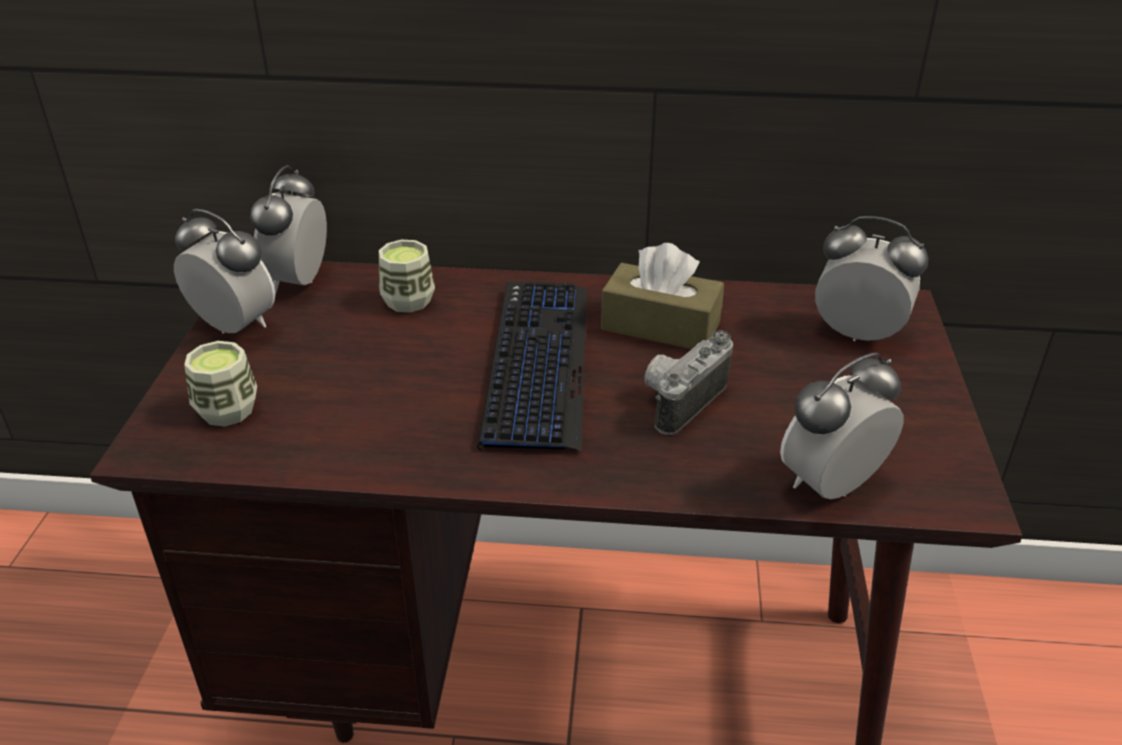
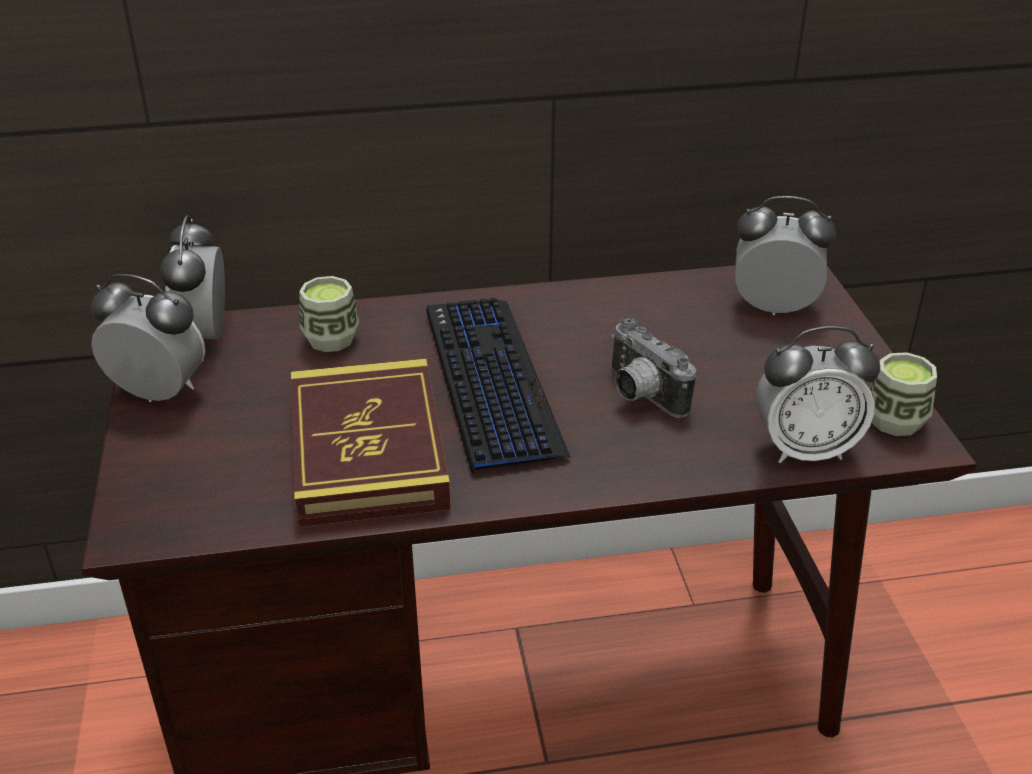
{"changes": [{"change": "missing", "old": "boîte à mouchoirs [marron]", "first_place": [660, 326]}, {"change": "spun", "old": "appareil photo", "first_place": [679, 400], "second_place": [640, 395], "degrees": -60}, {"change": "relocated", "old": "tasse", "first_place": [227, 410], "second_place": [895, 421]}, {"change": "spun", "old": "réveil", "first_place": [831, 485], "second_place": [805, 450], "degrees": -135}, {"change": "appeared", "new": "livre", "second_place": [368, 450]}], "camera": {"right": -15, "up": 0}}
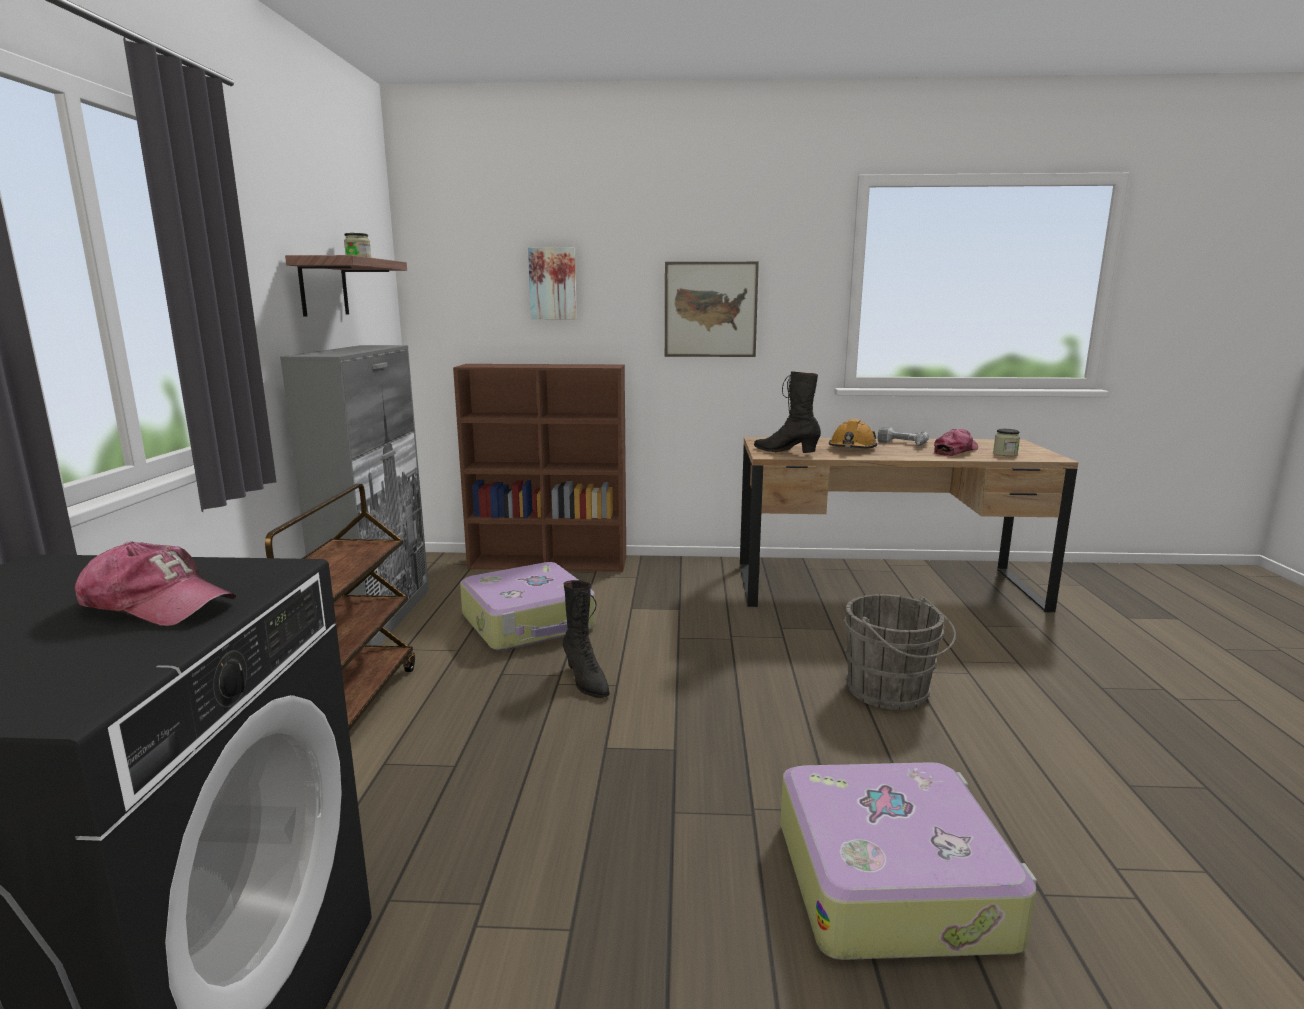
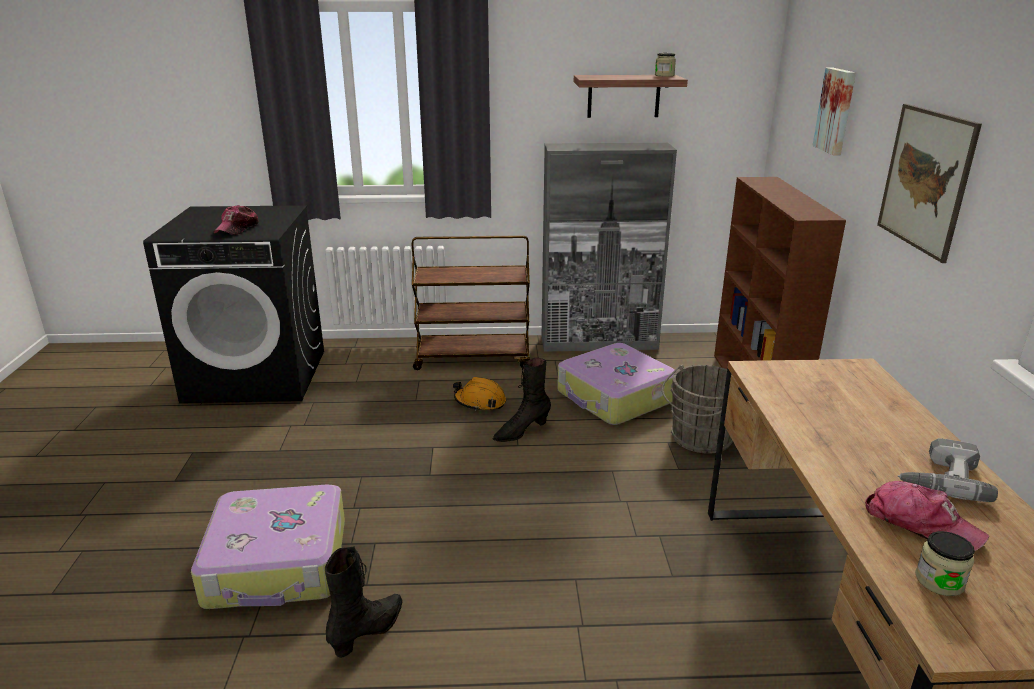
{"changes": [{"change": "relocated", "old": "botte [noir]", "first_place": [786, 452], "second_place": [369, 632]}, {"change": "relocated", "old": "casque de chantier [orange]", "first_place": [852, 448], "second_place": [480, 402]}, {"change": "relocated", "old": "seau [gris]", "first_place": [891, 692], "second_place": [699, 439]}], "camera": {"right": 85, "up": 10}}
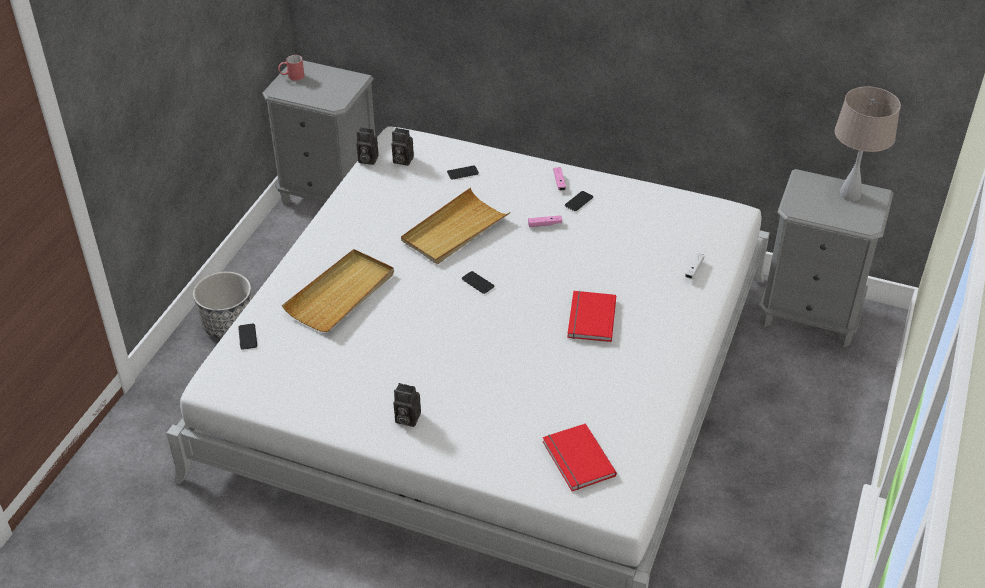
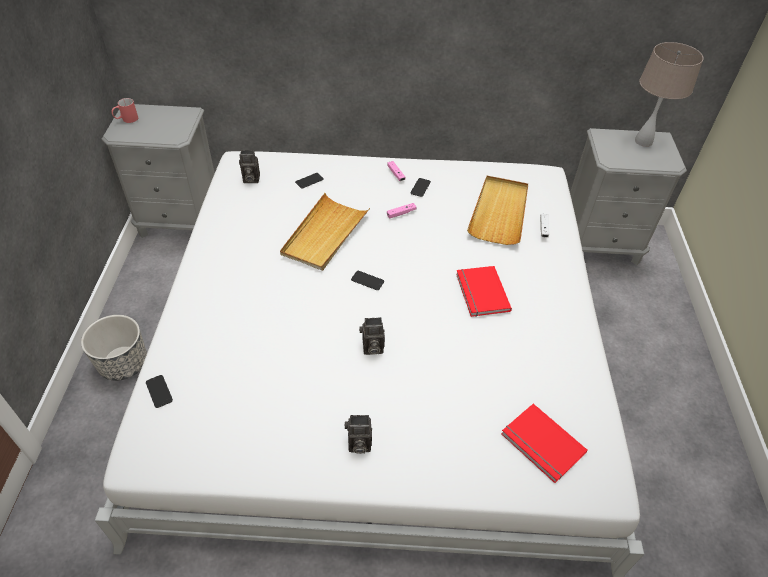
{"changes": [{"change": "relocated", "old": "appareil photo", "first_place": [366, 159], "second_place": [371, 348]}, {"change": "relocated", "old": "plateau [beige]", "first_place": [341, 294], "second_place": [499, 212]}], "camera": {"right": -20, "up": 5}}
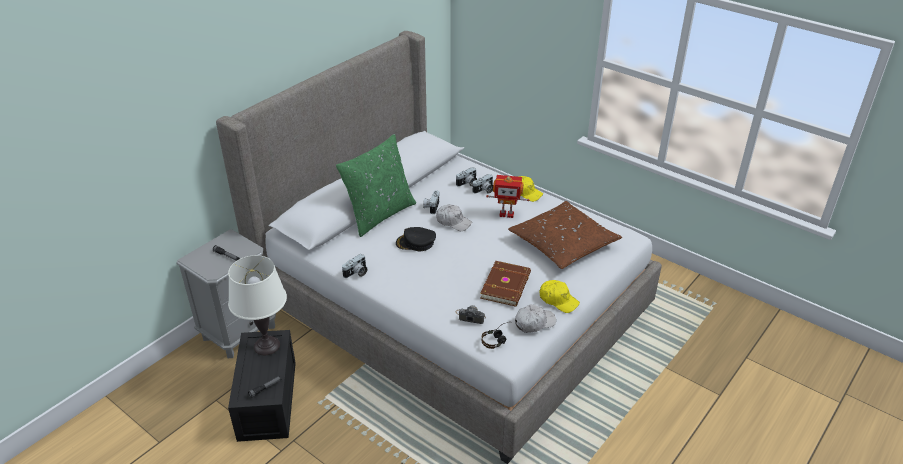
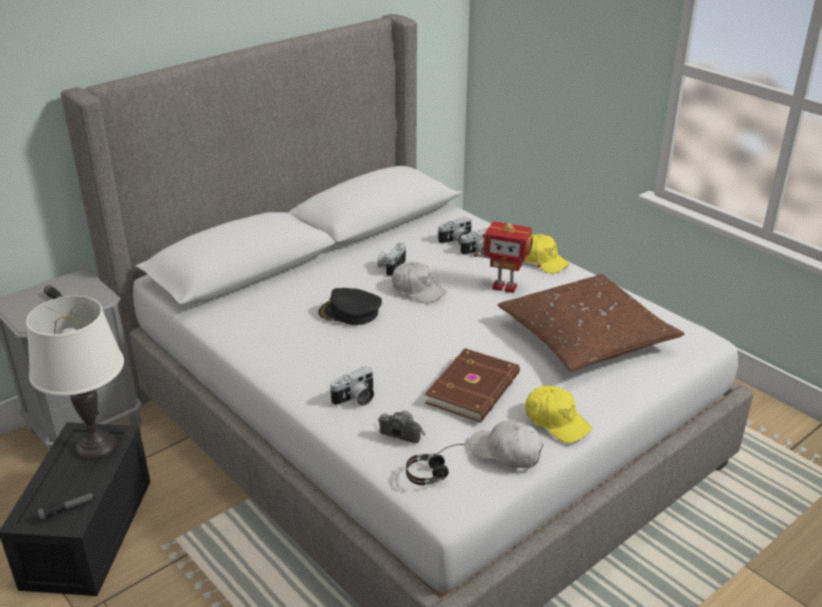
{"changes": [{"change": "missing", "old": "coussin [vert]", "first_place": [379, 214]}, {"change": "relocated", "old": "appareil photo", "first_place": [356, 273], "second_place": [355, 399]}, {"change": "spun", "old": "casquette [blanc]", "first_place": [534, 322], "second_place": [506, 452], "degrees": -135}], "camera": {"right": 10, "up": -5}}
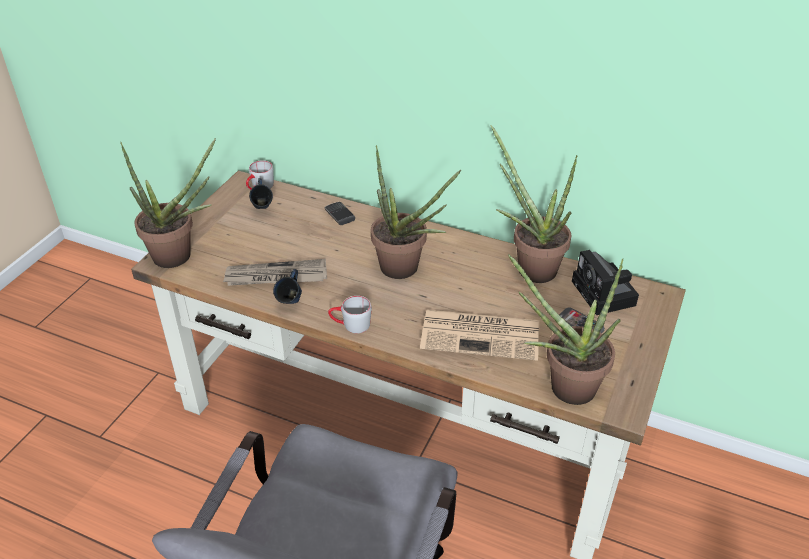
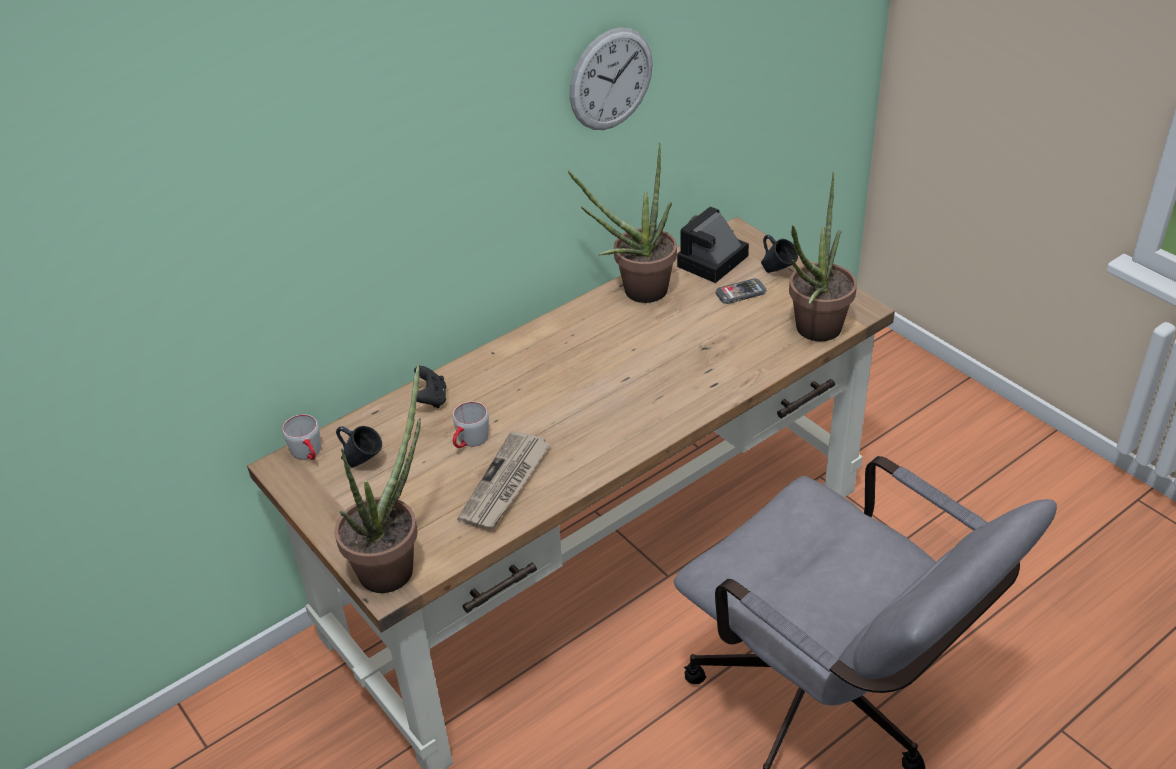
{"changes": [{"change": "missing", "old": "plante en pot", "first_place": [406, 270]}, {"change": "exchanged", "old": "téléphone", "new": "manette [noir]", "first_place": [339, 215], "second_place": [431, 399]}, {"change": "spun", "old": "appareil photo", "first_place": [605, 295], "second_place": [711, 263], "degrees": 120}, {"change": "relocated", "old": "mug [bleu]", "first_place": [291, 305], "second_place": [777, 272]}, {"change": "relocated", "old": "mug [gris]", "first_place": [350, 325], "second_place": [469, 441]}, {"change": "missing", "old": "journal", "first_place": [482, 334]}, {"change": "appeared", "new": "horloge murale", "second_place": [611, 79]}], "camera": {"right": -60, "up": 0}}
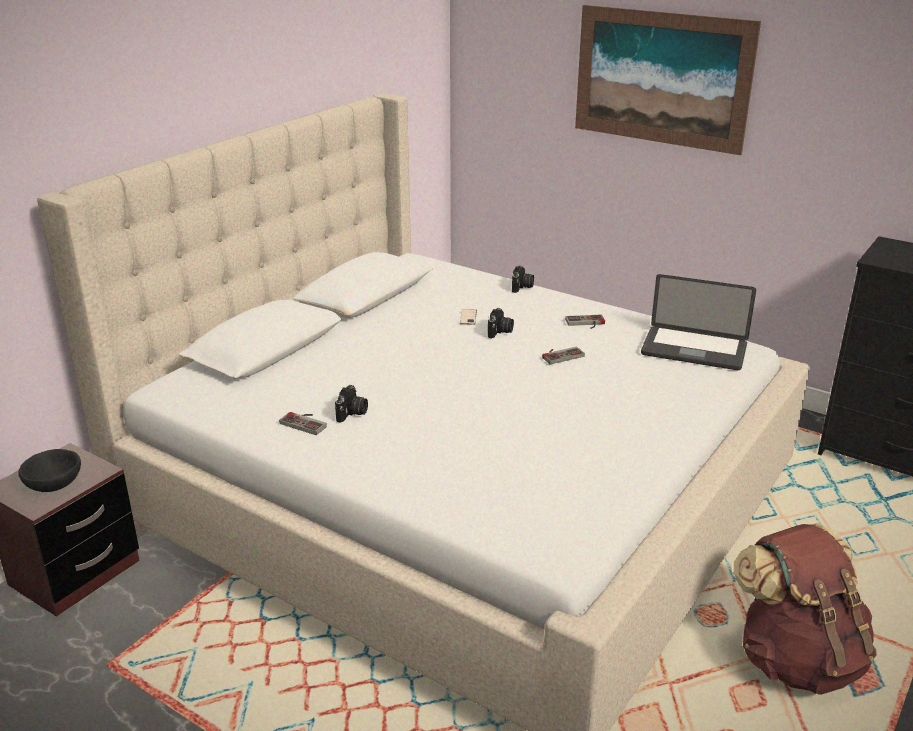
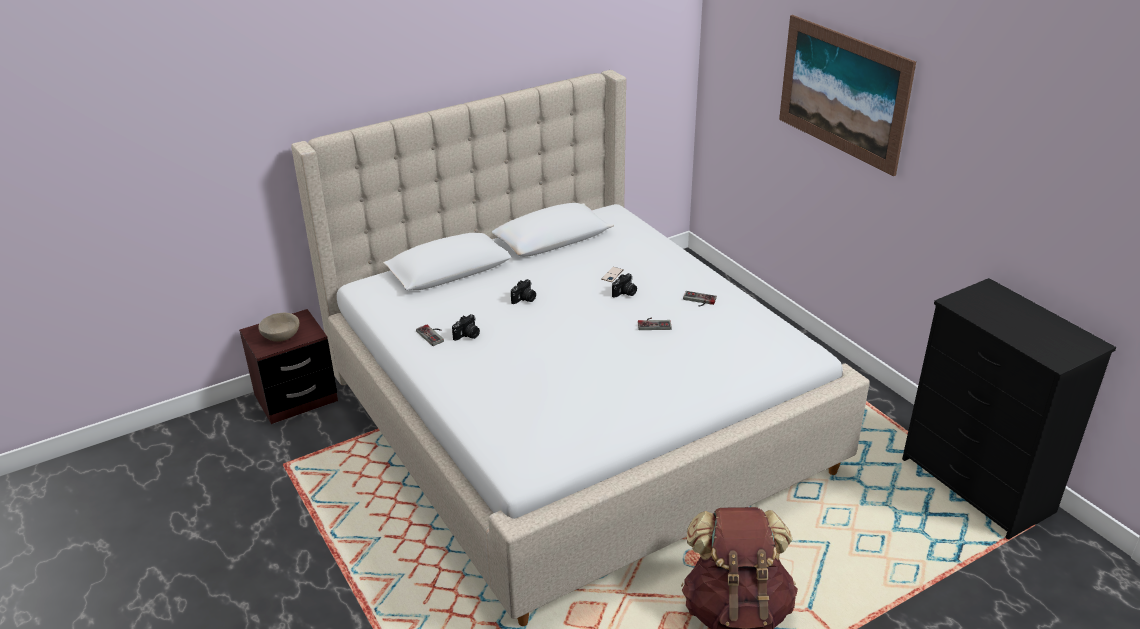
{"changes": [{"change": "relocated", "old": "appareil photo", "first_place": [522, 287], "second_place": [524, 299]}, {"change": "missing", "old": "ordinateur portable", "first_place": [694, 350]}, {"change": "colour", "old": "bol [noir]", "new": "bol [beige]", "first_place": [54, 484], "second_place": [281, 337]}], "camera": {"right": 25, "up": 5}}
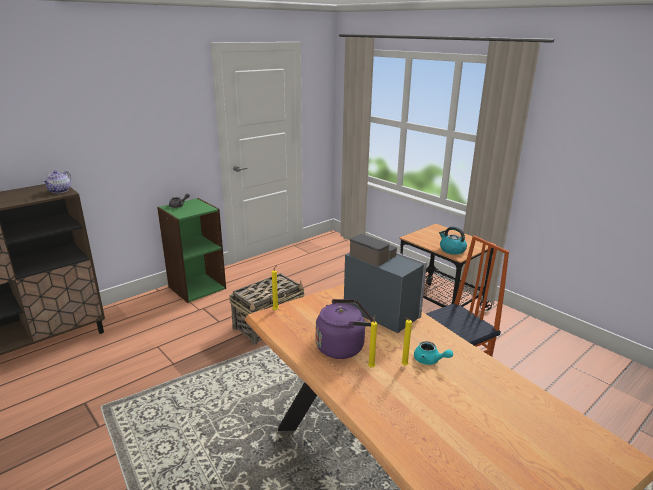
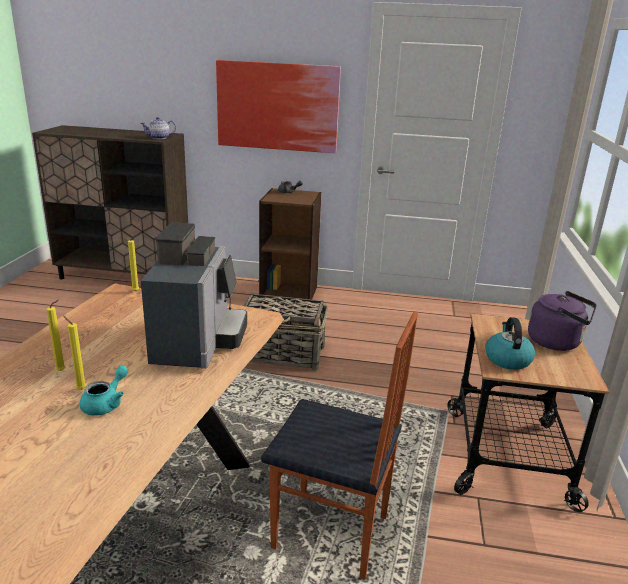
{"changes": [{"change": "colour", "old": "bibliothèque [vert]", "new": "bibliothèque [marron]", "first_place": [197, 287], "second_place": [289, 293]}, {"change": "relocated", "old": "bouilloire [violet]", "first_place": [343, 347], "second_place": [557, 342]}, {"change": "spun", "old": "théière [turquoise]", "first_place": [429, 360], "second_place": [106, 404], "degrees": -150}, {"change": "appeared", "new": "tableau", "second_place": [277, 106]}], "camera": {"right": 50, "up": 0}}
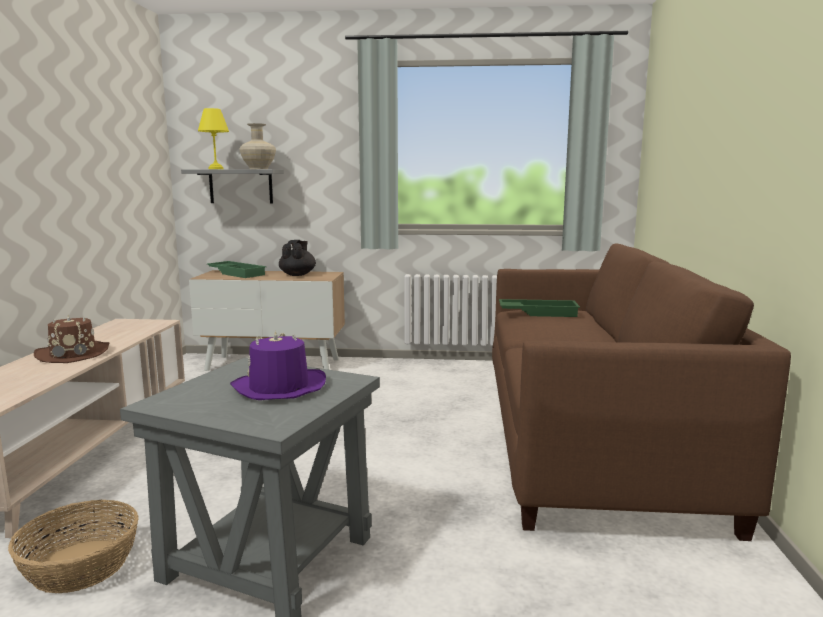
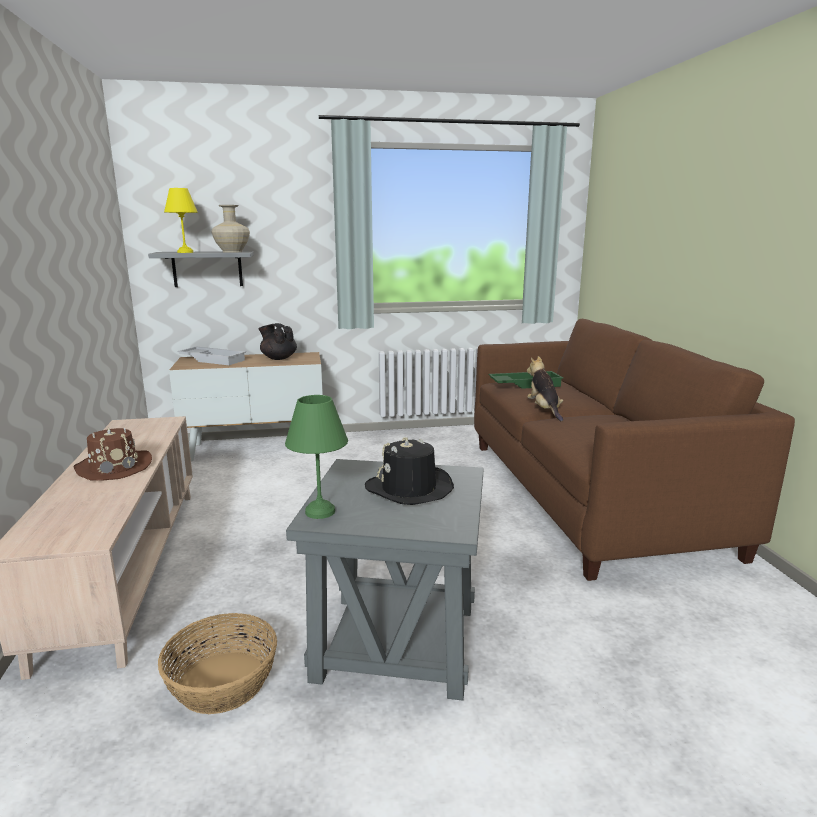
{"changes": [{"change": "spun", "old": "théière [noir]", "first_place": [298, 275], "second_place": [278, 358], "degrees": -45}, {"change": "colour", "old": "plateau [vert]", "new": "plateau [blanc]", "first_place": [237, 273], "second_place": [213, 359]}, {"change": "colour", "old": "chapeau [violet]", "new": "chapeau [noir]", "first_place": [279, 387], "second_place": [409, 488]}, {"change": "appeared", "new": "peluche", "second_place": [544, 410]}, {"change": "appeared", "new": "lampe de table [vert]", "second_place": [319, 512]}], "camera": {"right": -15, "up": 5}}
